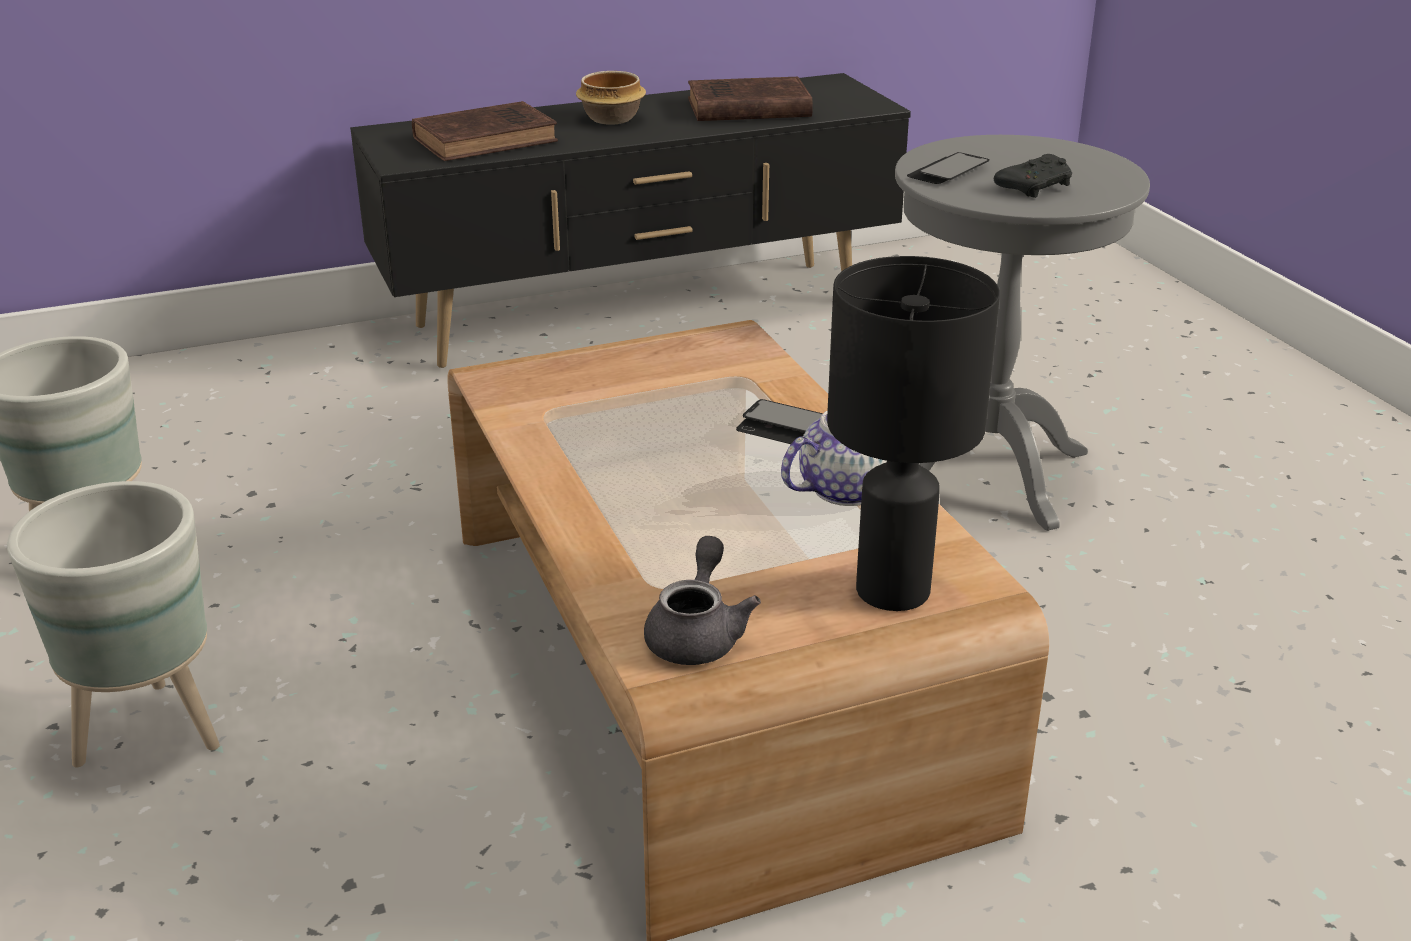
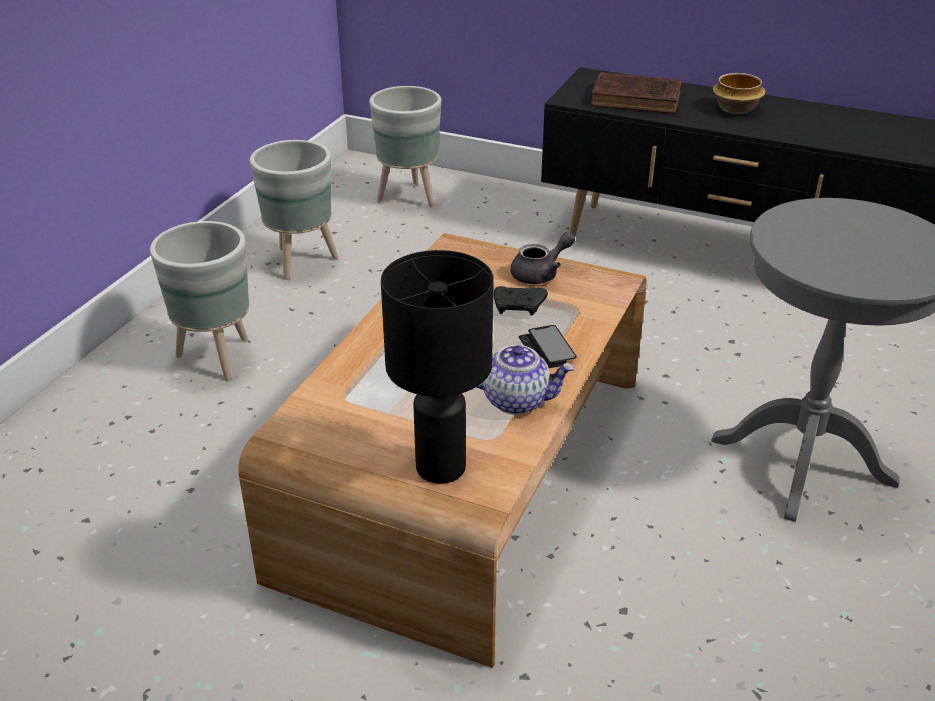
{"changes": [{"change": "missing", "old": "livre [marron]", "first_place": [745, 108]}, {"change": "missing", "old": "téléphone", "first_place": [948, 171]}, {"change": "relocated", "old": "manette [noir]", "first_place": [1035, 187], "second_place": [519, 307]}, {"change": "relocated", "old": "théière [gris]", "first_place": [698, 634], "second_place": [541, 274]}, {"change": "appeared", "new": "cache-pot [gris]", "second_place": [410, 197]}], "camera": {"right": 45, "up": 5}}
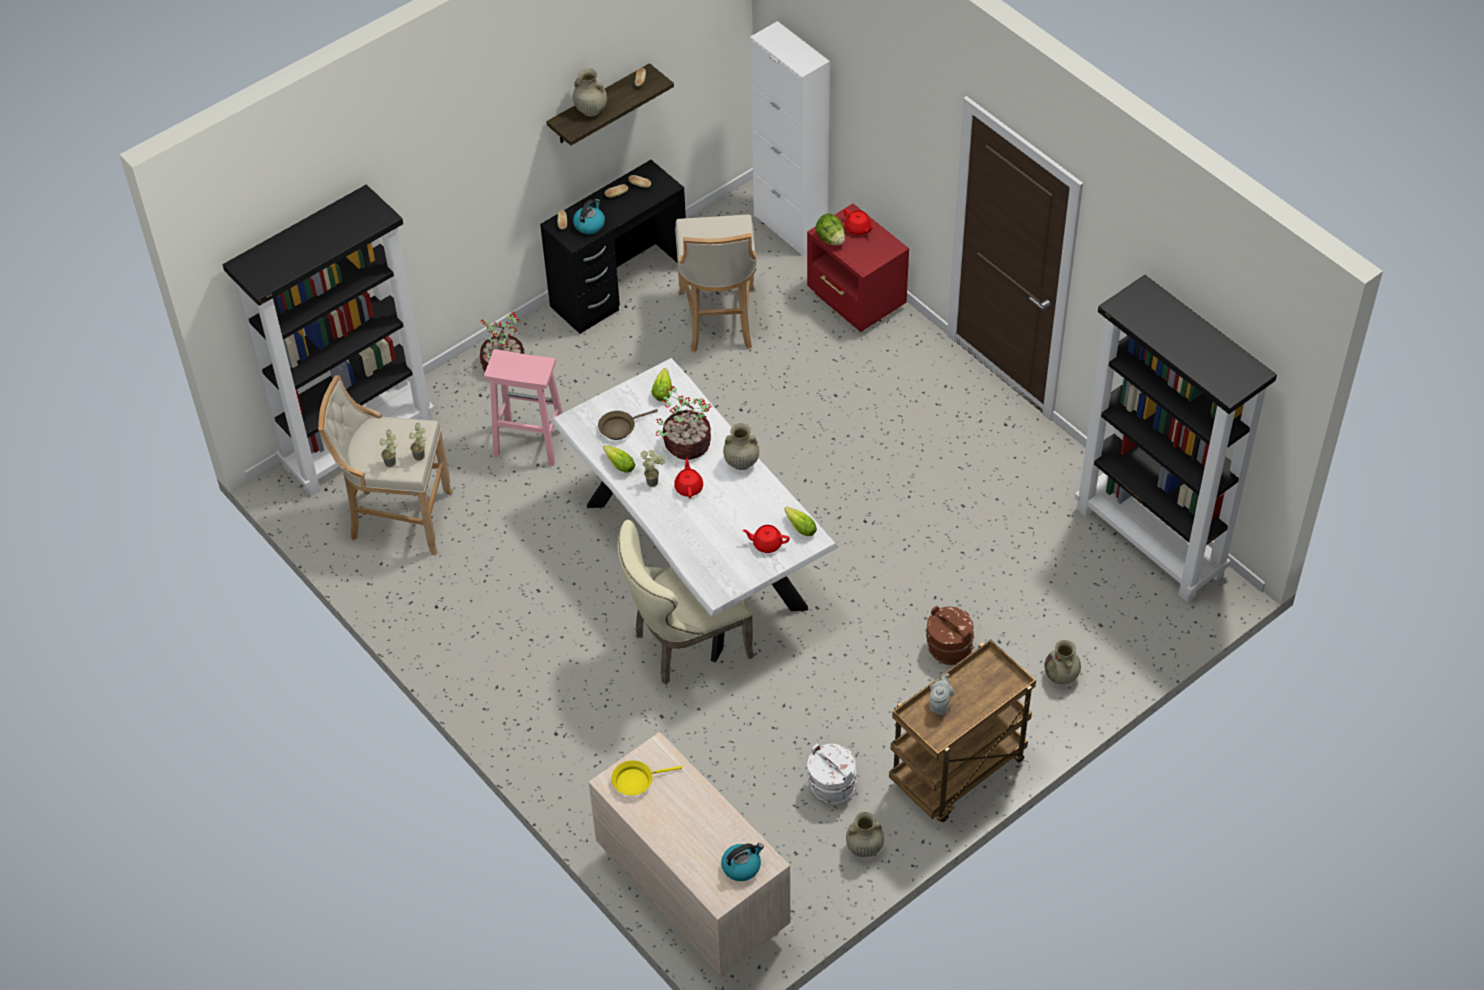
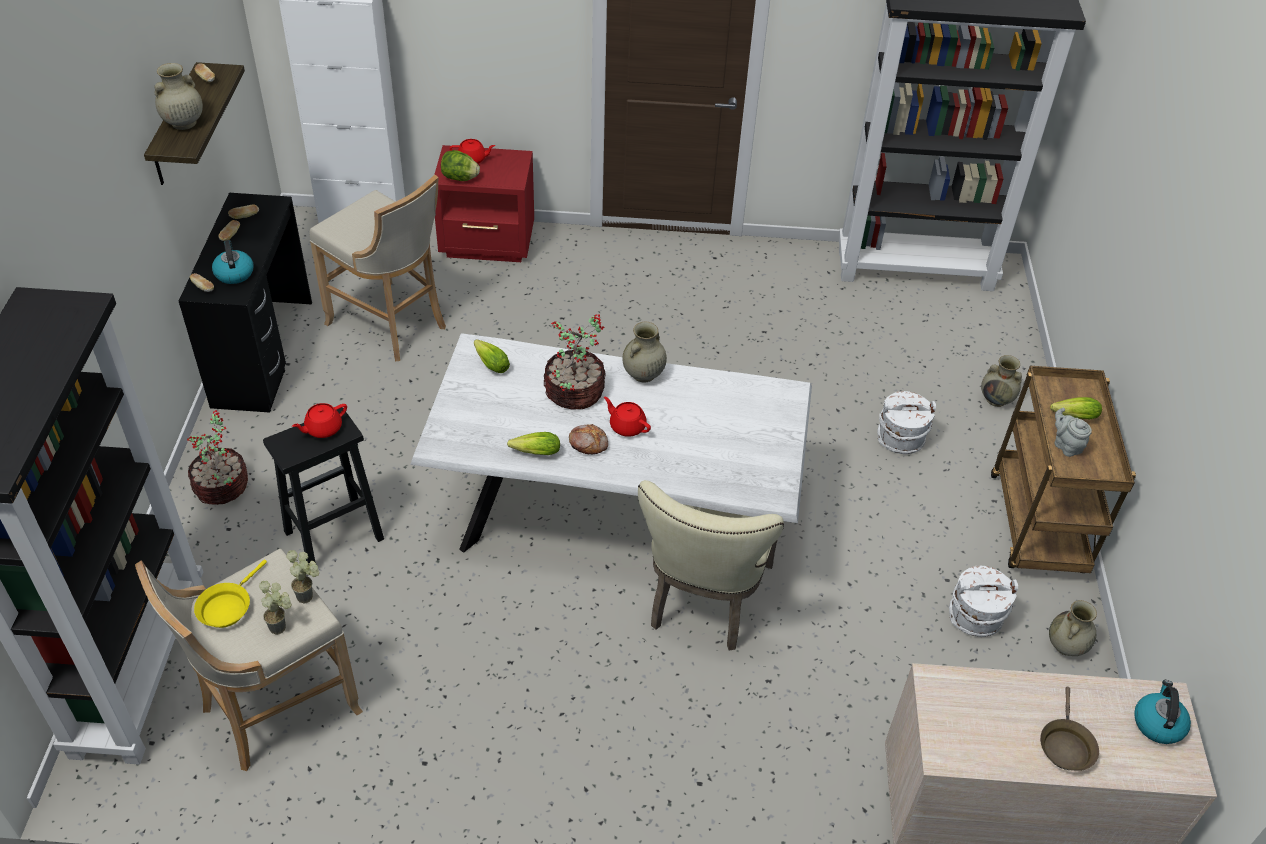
{"changes": [{"change": "colour", "old": "tabouret [rose]", "new": "tabouret [noir]", "first_place": [528, 442], "second_place": [332, 536]}, {"change": "relocated", "old": "poêle [marron]", "first_place": [620, 427], "second_place": [1065, 745]}, {"change": "exchanged", "old": "plante en pot", "new": "pain", "first_place": [654, 481], "second_place": [588, 443]}, {"change": "relocated", "old": "laitue", "first_place": [799, 526], "second_place": [1071, 416]}, {"change": "relocated", "old": "théière [rouge]", "first_place": [766, 544], "second_place": [323, 428]}, {"change": "colour", "old": "seau [marron]", "new": "seau [blanc]", "first_place": [948, 649], "second_place": [900, 440]}, {"change": "relocated", "old": "poêle [jaune]", "first_place": [636, 781], "second_place": [227, 606]}], "camera": {"right": -50, "up": -5}}
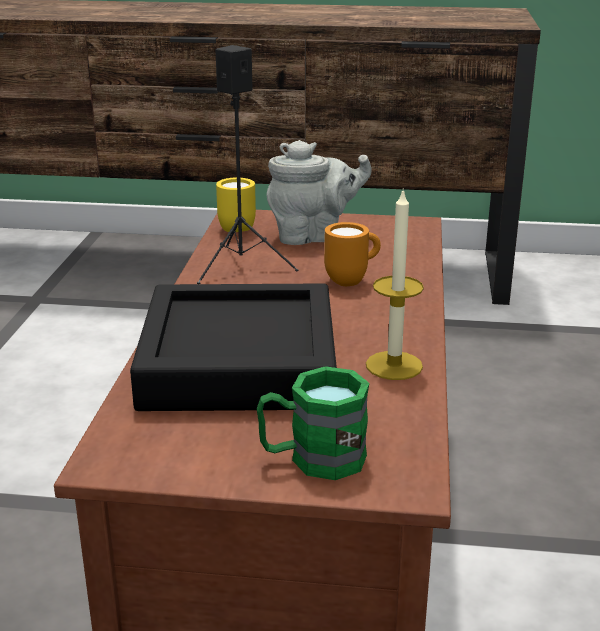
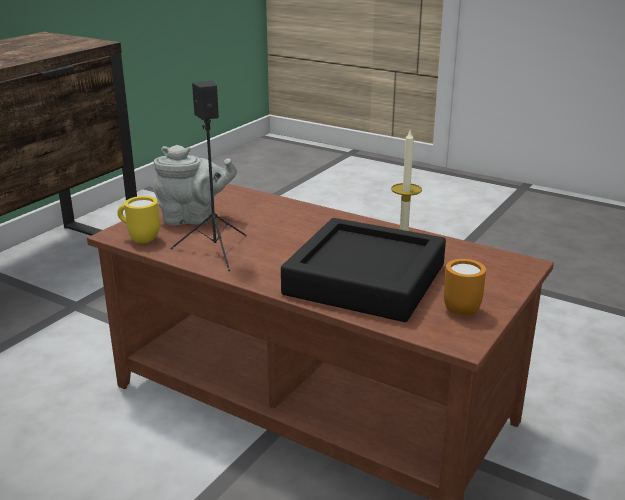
{"changes": [{"change": "spun", "old": "théière [gris]", "first_place": [313, 236], "second_place": [193, 219], "degrees": 75}, {"change": "relocated", "old": "mug [orange]", "first_place": [352, 281], "second_place": [461, 308]}, {"change": "missing", "old": "mug [vert]", "first_place": [312, 459]}], "camera": {"right": -65, "up": 0}}
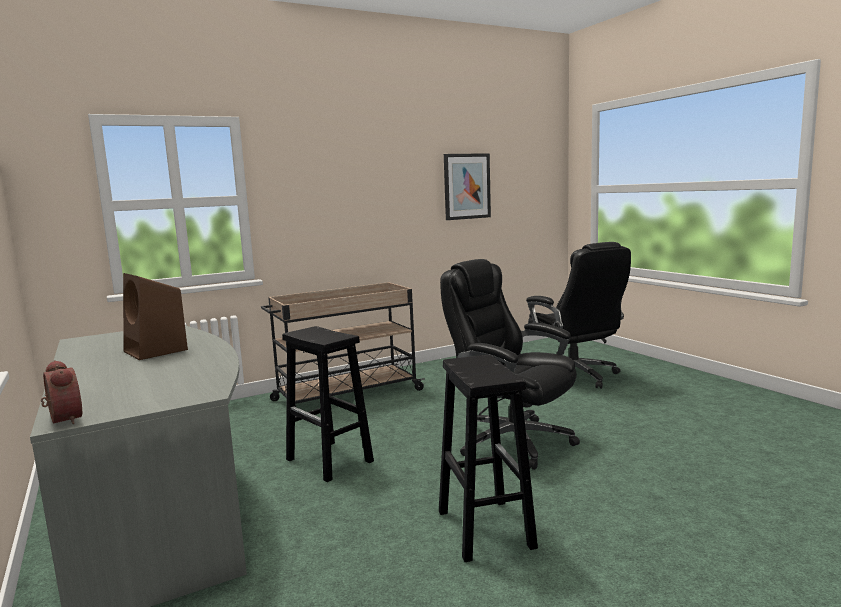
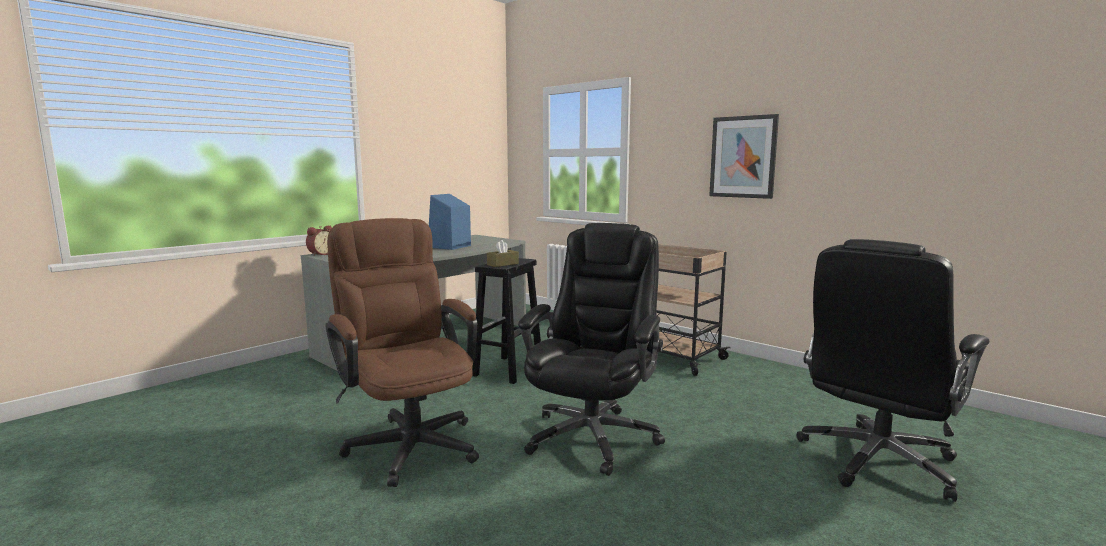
{"changes": [{"change": "relocated", "old": "tableau", "first_place": [467, 186], "second_place": [743, 157]}, {"change": "colour", "old": "enceinte [marron]", "new": "enceinte [bleu]", "first_place": [157, 351], "second_place": [449, 246]}, {"change": "exchanged", "old": "tabouret [noir]", "new": "chaise de bureau [marron]", "first_place": [484, 528], "second_place": [409, 441]}, {"change": "appeared", "new": "boîte à mouchoirs [marron]", "second_place": [503, 264]}], "camera": {"right": 70, "up": 0}}
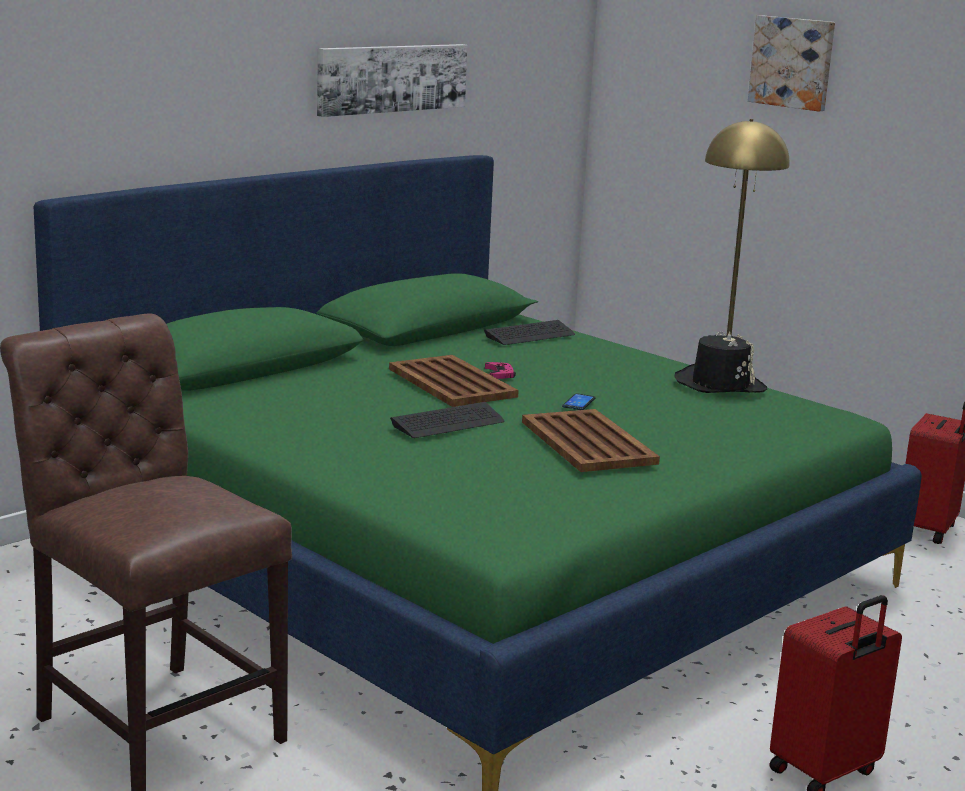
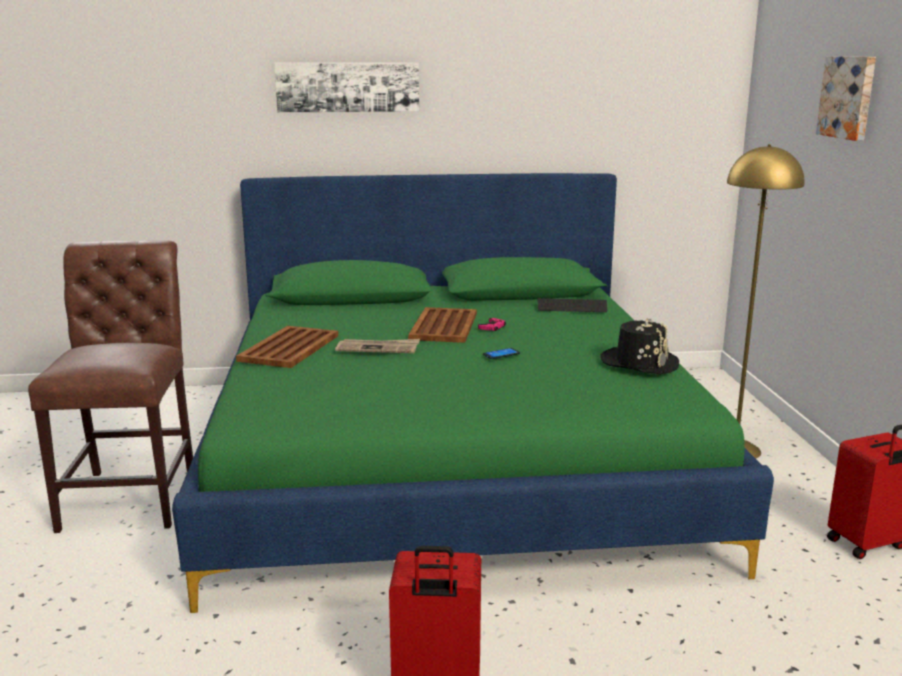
{"changes": [{"change": "relocated", "old": "tableau", "first_place": [391, 78], "second_place": [347, 87]}, {"change": "exchanged", "old": "clavier", "new": "journal", "first_place": [448, 423], "second_place": [378, 348]}, {"change": "relocated", "old": "plateau [marron]", "first_place": [587, 442], "second_place": [290, 348]}], "camera": {"right": 40, "up": 0}}
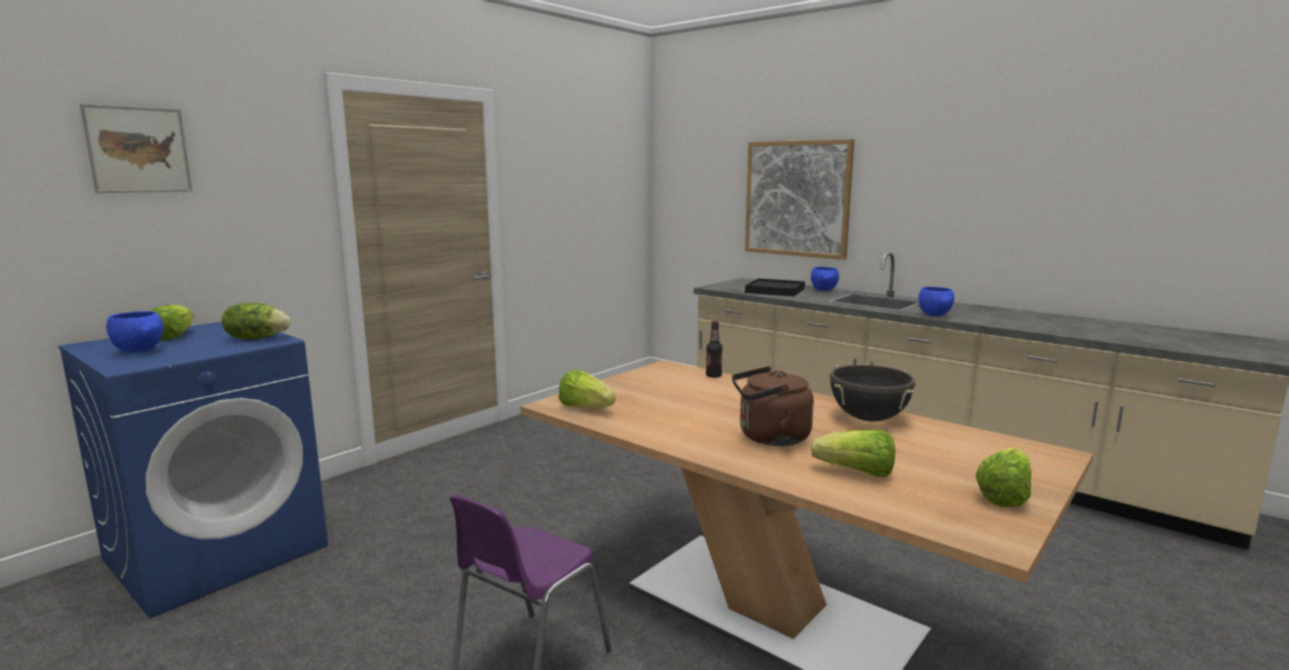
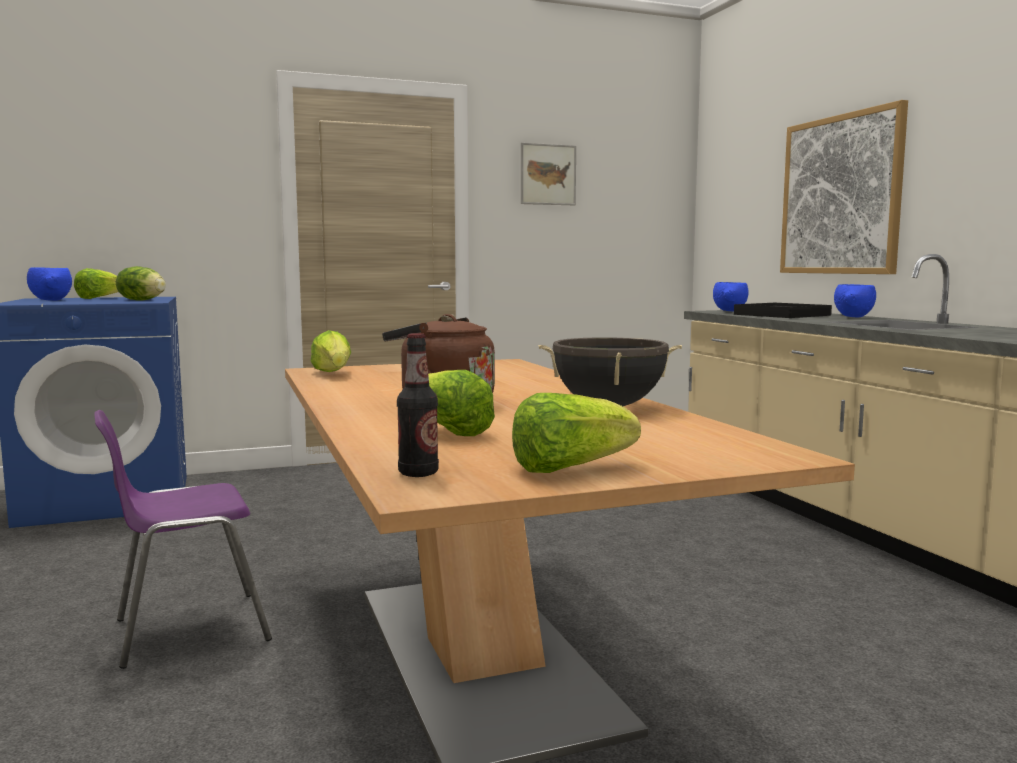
{"changes": [{"change": "relocated", "old": "tableau", "first_place": [138, 150], "second_place": [548, 174]}, {"change": "relocated", "old": "bol [bleu]", "first_place": [934, 316], "second_place": [729, 311]}, {"change": "relocated", "old": "bouteille", "first_place": [713, 376], "second_place": [418, 473]}], "camera": {"right": 30, "up": -5}}
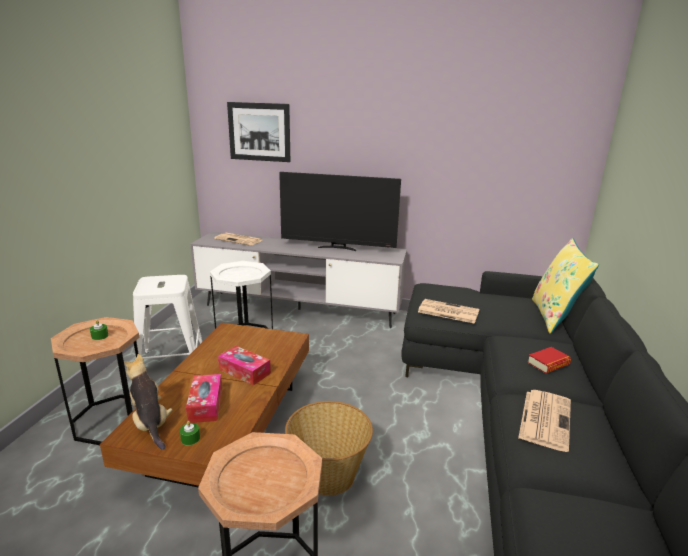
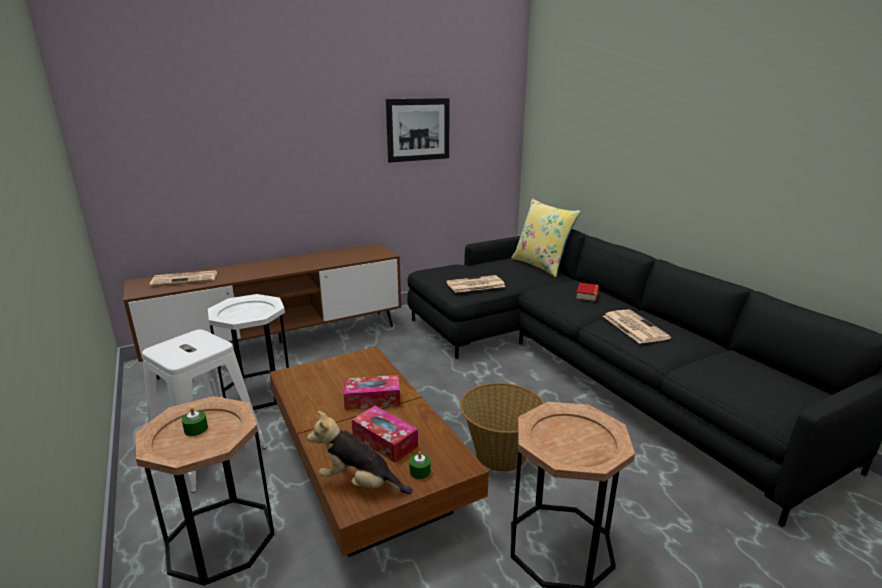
{"changes": [{"change": "relocated", "old": "tableau", "first_place": [259, 132], "second_place": [418, 130]}, {"change": "missing", "old": "téléviseur", "first_place": [338, 248]}, {"change": "colour", "old": "meuble télé [gris]", "new": "meuble télé [marron]", "first_place": [299, 309], "second_place": [281, 343]}], "camera": {"right": -40, "up": 0}}
